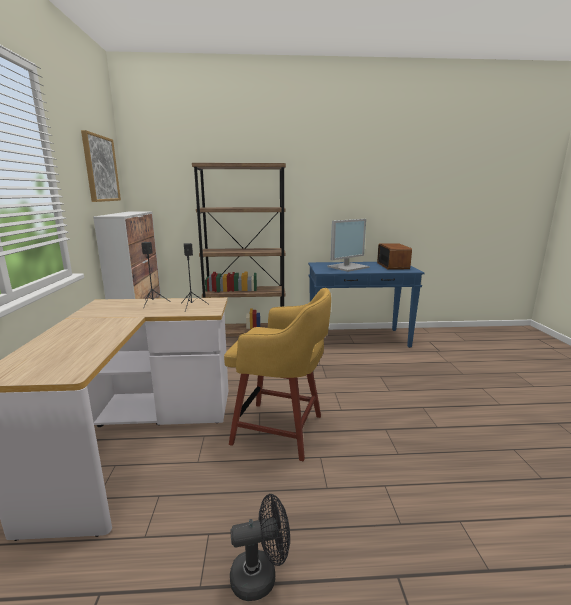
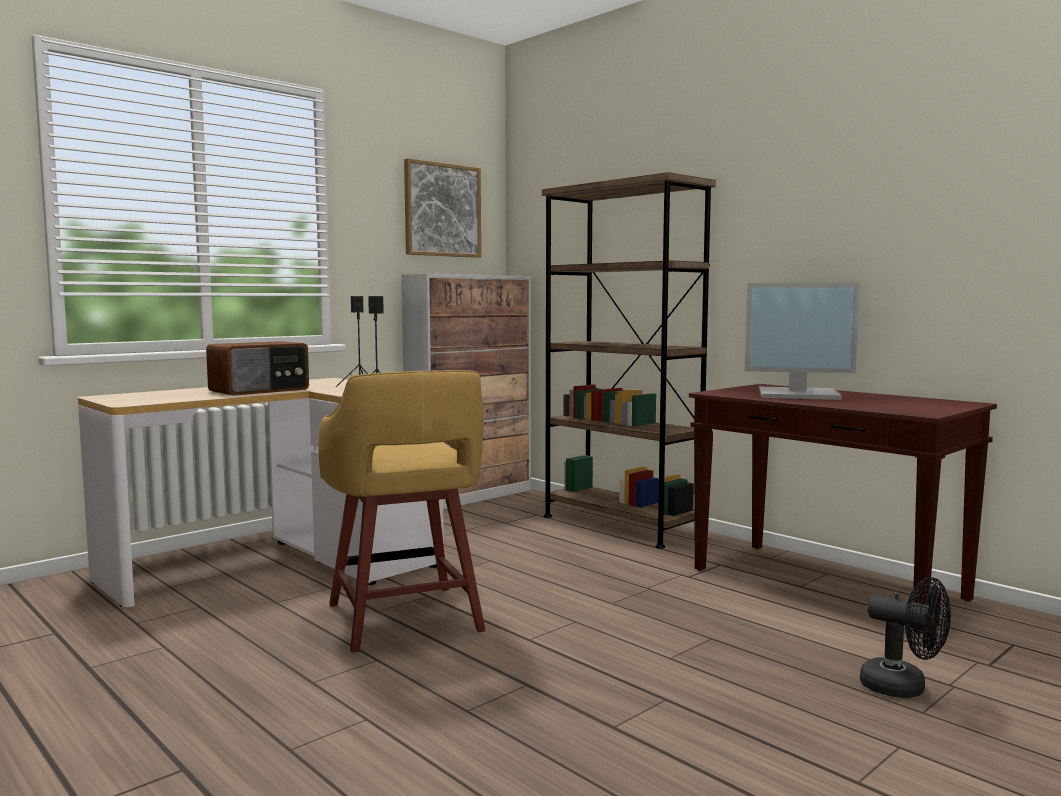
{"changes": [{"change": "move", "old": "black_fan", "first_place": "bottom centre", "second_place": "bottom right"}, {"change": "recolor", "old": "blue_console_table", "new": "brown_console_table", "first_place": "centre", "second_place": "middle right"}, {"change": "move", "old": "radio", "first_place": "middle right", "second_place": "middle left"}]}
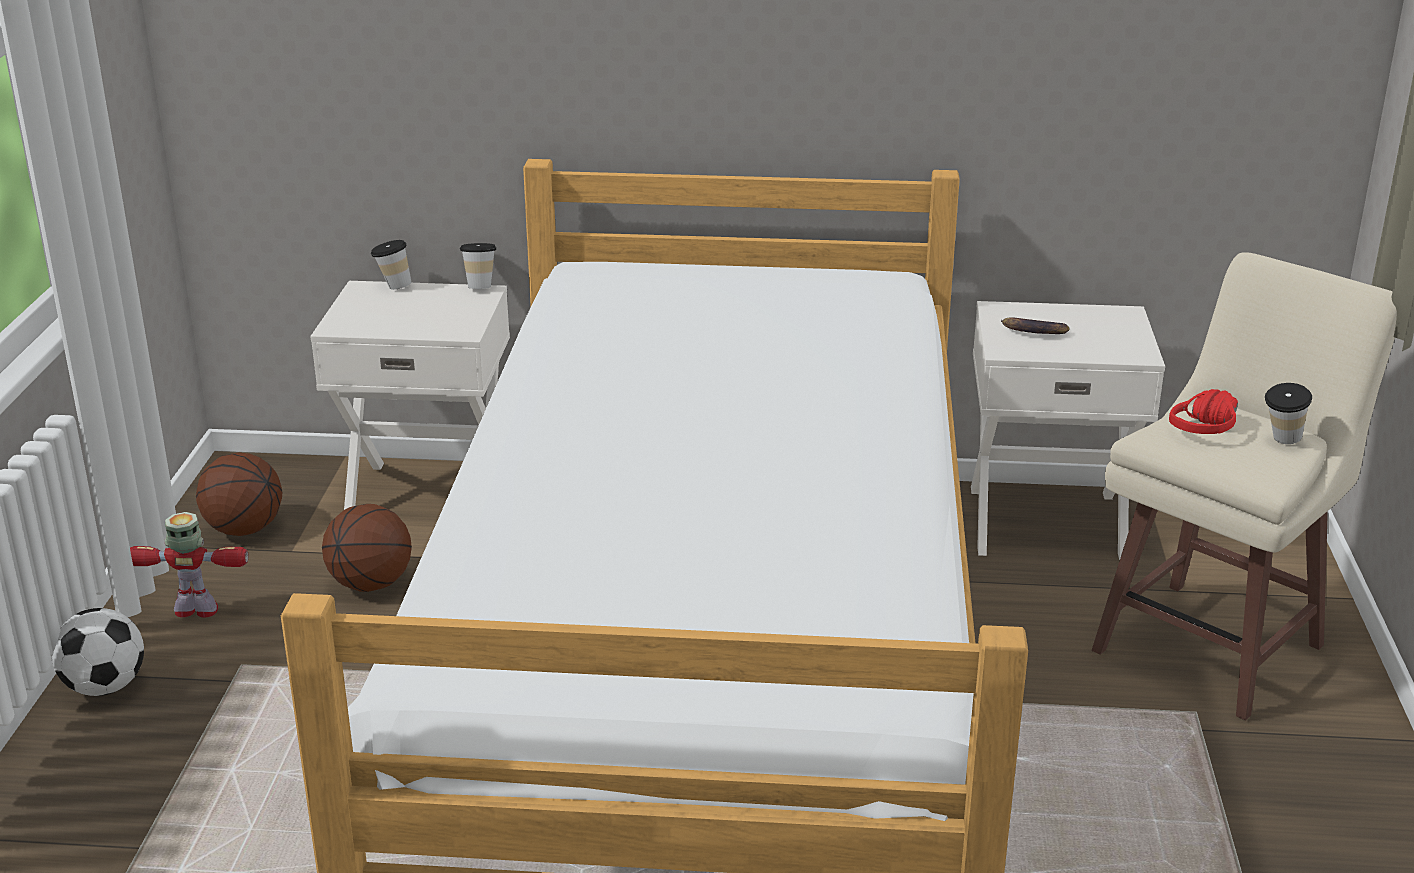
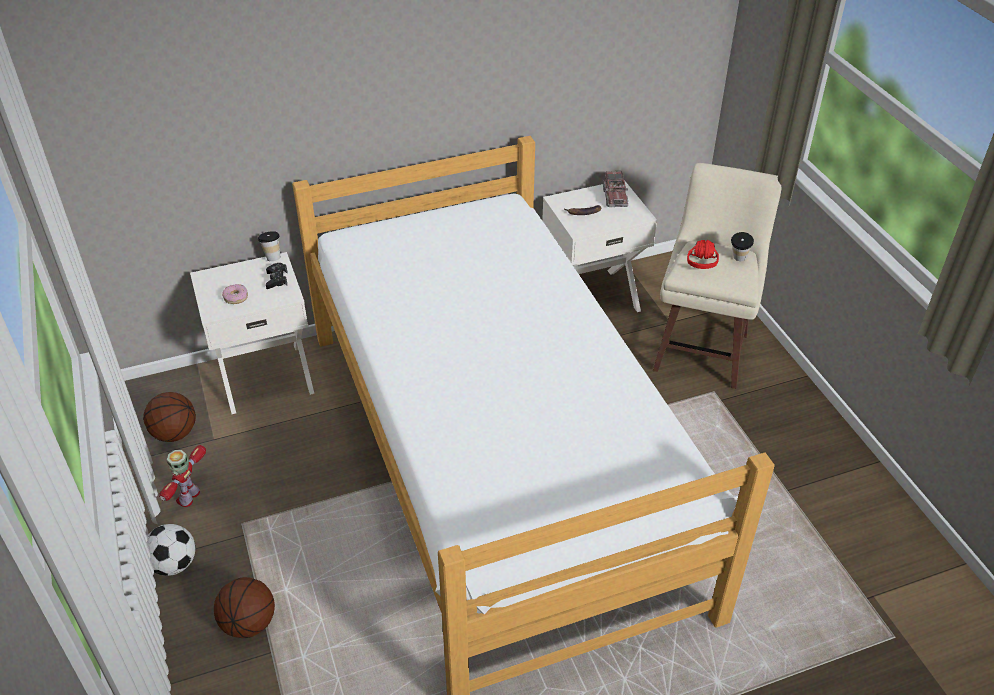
{"changes": [{"change": "rotate", "old": "toy_robot", "first_place": "middle left", "second_place": "bottom left", "degrees": -45}, {"change": "move", "old": "basketball (2nd from left)", "first_place": "middle left", "second_place": "bottom left"}, {"change": "delete", "old": "cup (1st from left)", "first_place": "top left"}, {"change": "insert", "new": "donut", "second_place": "middle left"}, {"change": "insert", "new": "black_game_controller", "second_place": "middle left"}, {"change": "insert", "new": "toy_truck", "second_place": "top centre"}]}
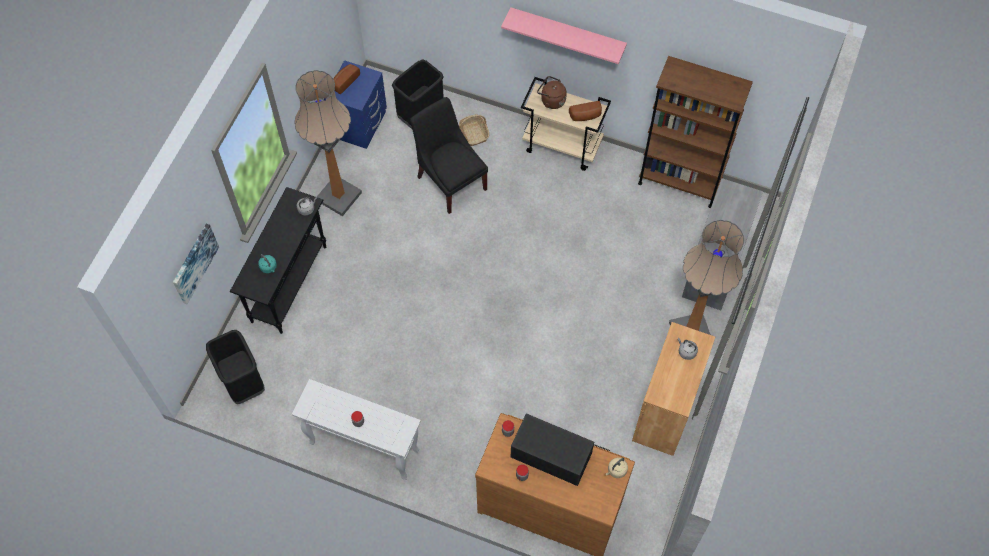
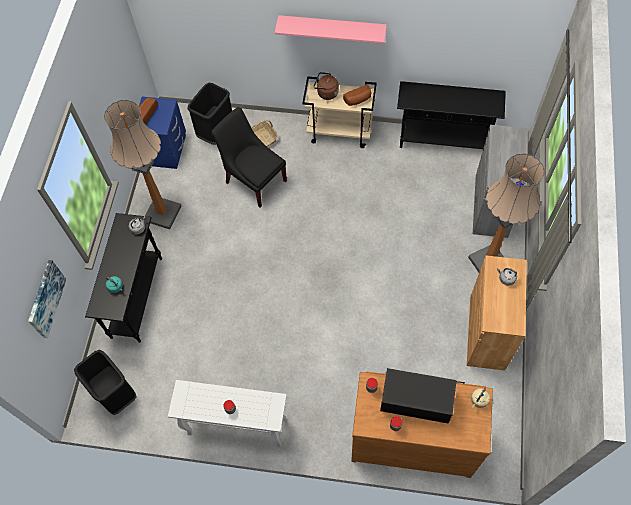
{"changes": [{"change": "replace", "old": "brown_bookcase", "new": "black_console_table (2nd from left)", "first_place": "top right", "second_place": "top right"}]}
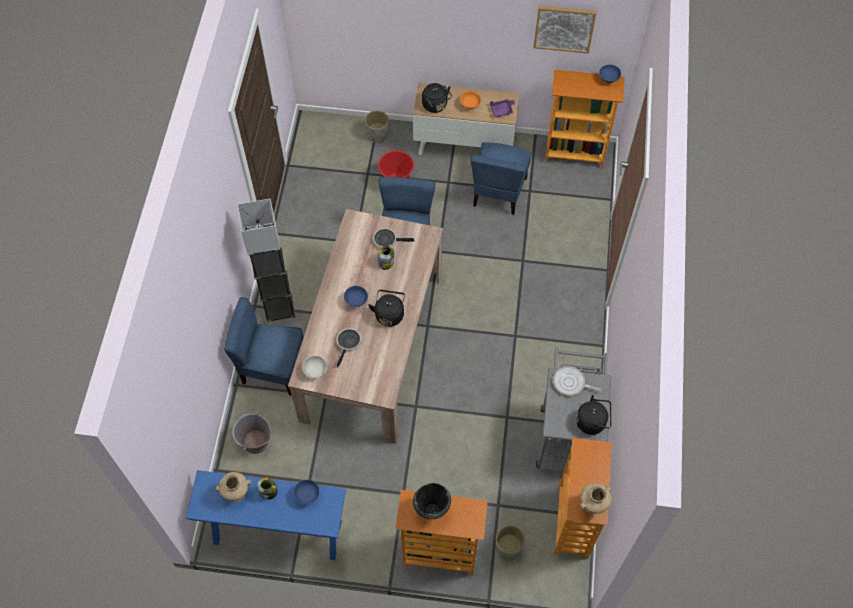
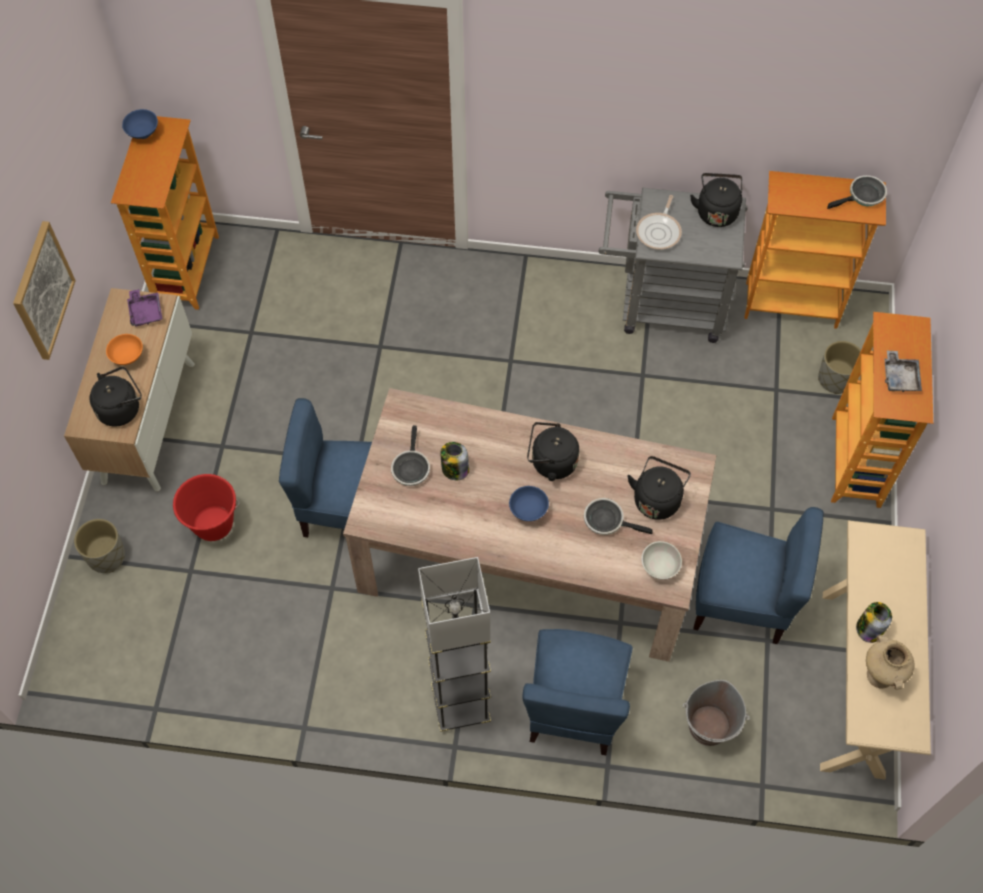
{"changes": [{"change": "recolor", "old": "blue_console_table", "new": "beige_console_table", "first_place": "bottom left", "second_place": "bottom right"}, {"change": "delete", "old": "blue_bowl (1st from left)", "first_place": "bottom centre"}, {"change": "replace", "old": "black_cooking_pot", "new": "grey_tray", "first_place": "bottom centre", "second_place": "middle right"}, {"change": "move", "old": "blue_chair (3rd from left)", "first_place": "top centre", "second_place": "middle right"}, {"change": "move", "old": "picture", "first_place": "top centre", "second_place": "top left"}, {"change": "replace", "old": "beige_vase (2nd from left)", "new": "frying_pan (4th from left)", "first_place": "bottom right", "second_place": "top right"}, {"change": "insert", "new": "black_kettle (3rd from left)", "second_place": "middle right"}]}
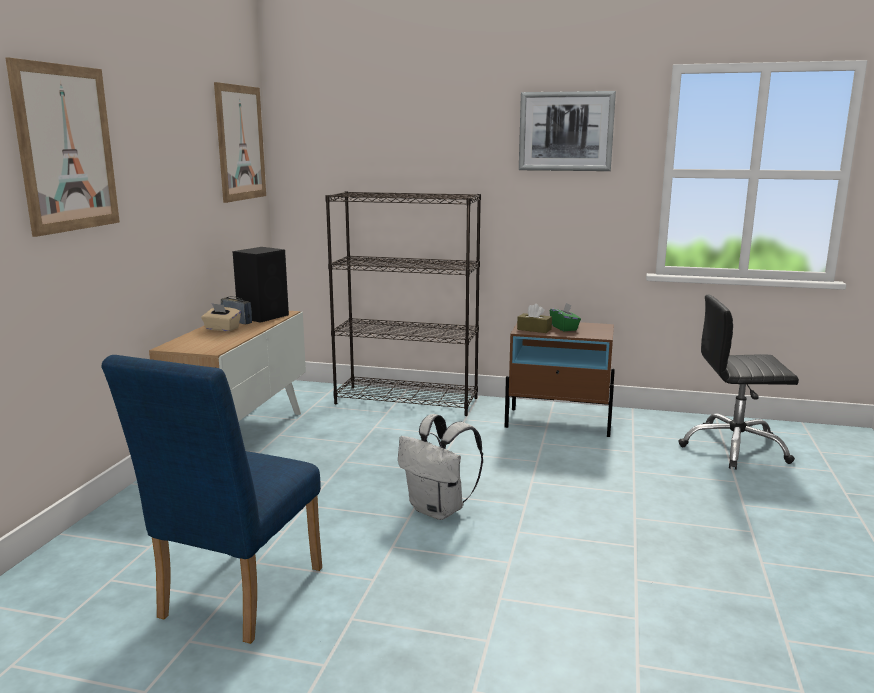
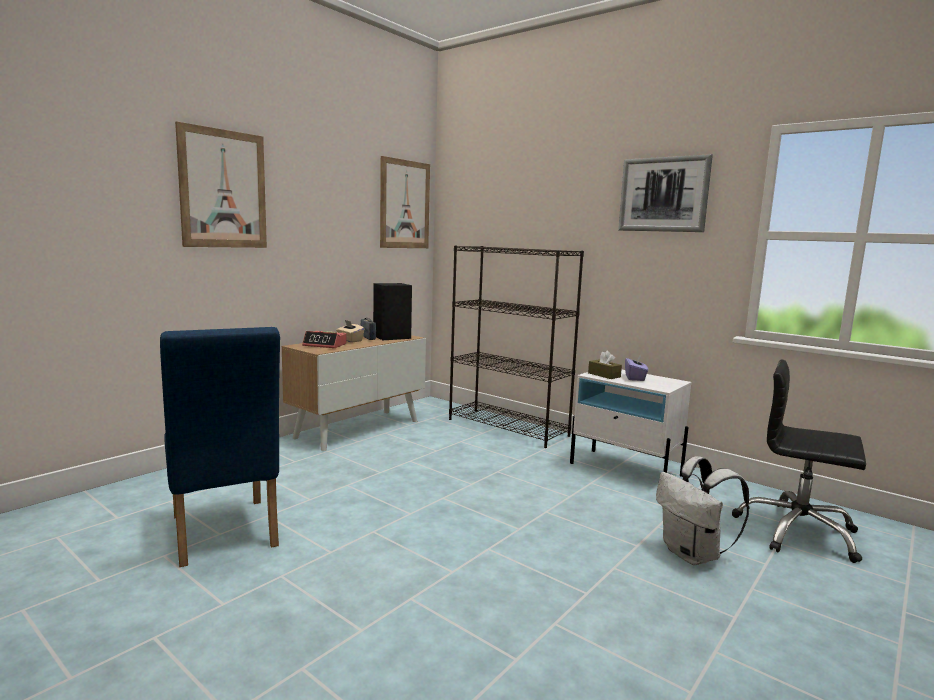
{"changes": [{"change": "rotate", "old": "blue_chair", "first_place": "bottom left", "second_place": "middle left", "degrees": -75}, {"change": "move", "old": "white_backpack", "first_place": "bottom centre", "second_place": "bottom right"}, {"change": "recolor", "old": "brown_nightstand", "new": "white_nightstand", "first_place": "centre", "second_place": "middle right"}, {"change": "recolor", "old": "green_tissue_box", "new": "purple_tissue_box", "first_place": "centre", "second_place": "middle right"}, {"change": "insert", "new": "alarm_clock", "second_place": "centre"}]}
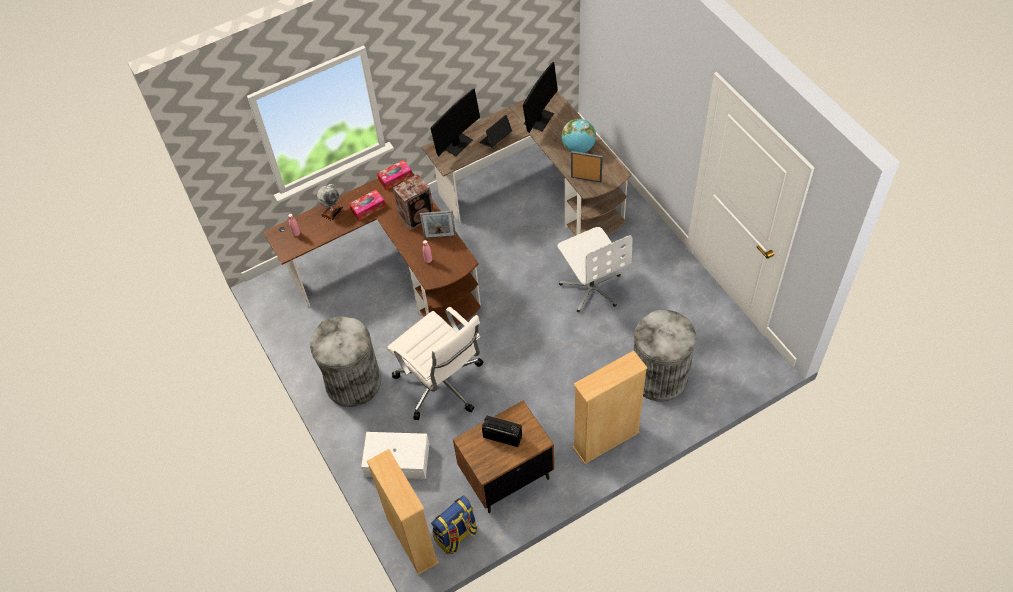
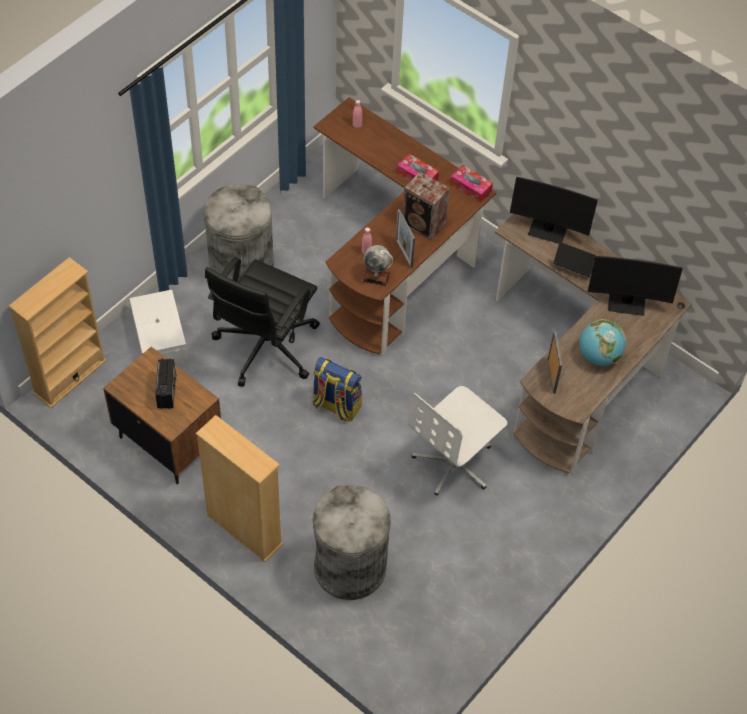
{"changes": [{"change": "move", "old": "globe (1st from left)", "first_place": "middle left", "second_place": "centre"}, {"change": "recolor", "old": "white_office_chair (1st from left)", "new": "black_office_chair", "first_place": "centre", "second_place": "centre"}, {"change": "move", "old": "backpack", "first_place": "bottom centre", "second_place": "centre"}]}
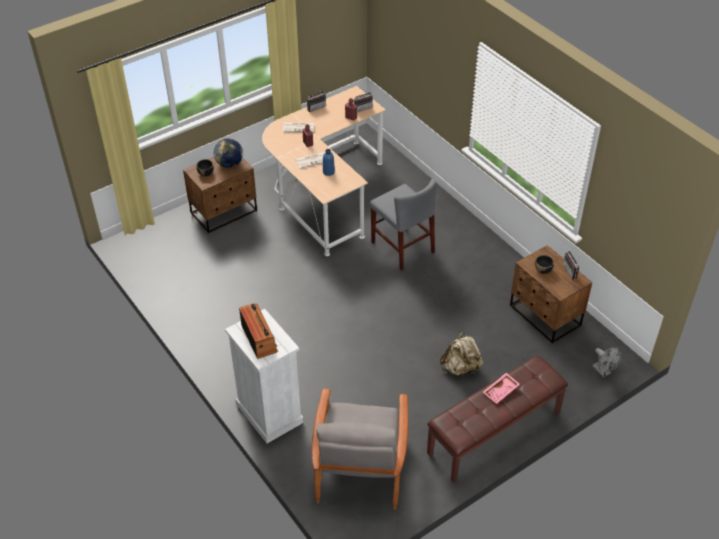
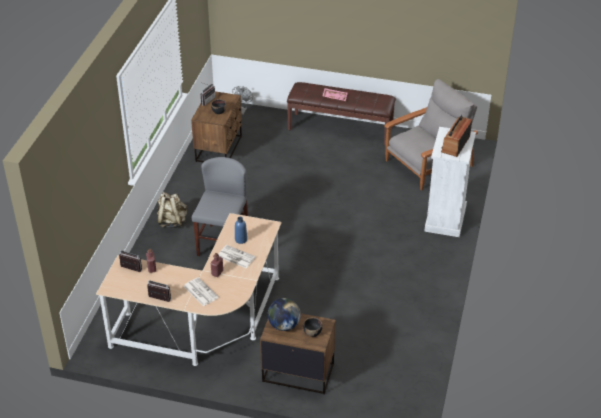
{"changes": [{"change": "move", "old": "beige_backpack", "first_place": "centre", "second_place": "middle left"}]}
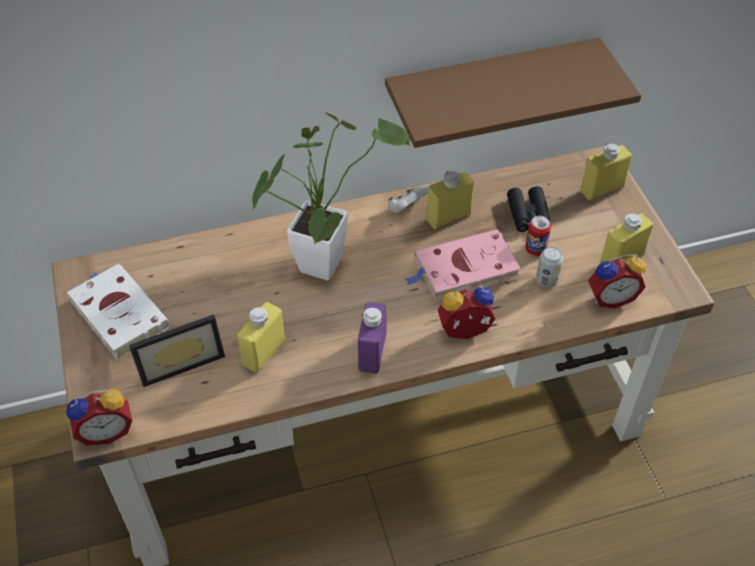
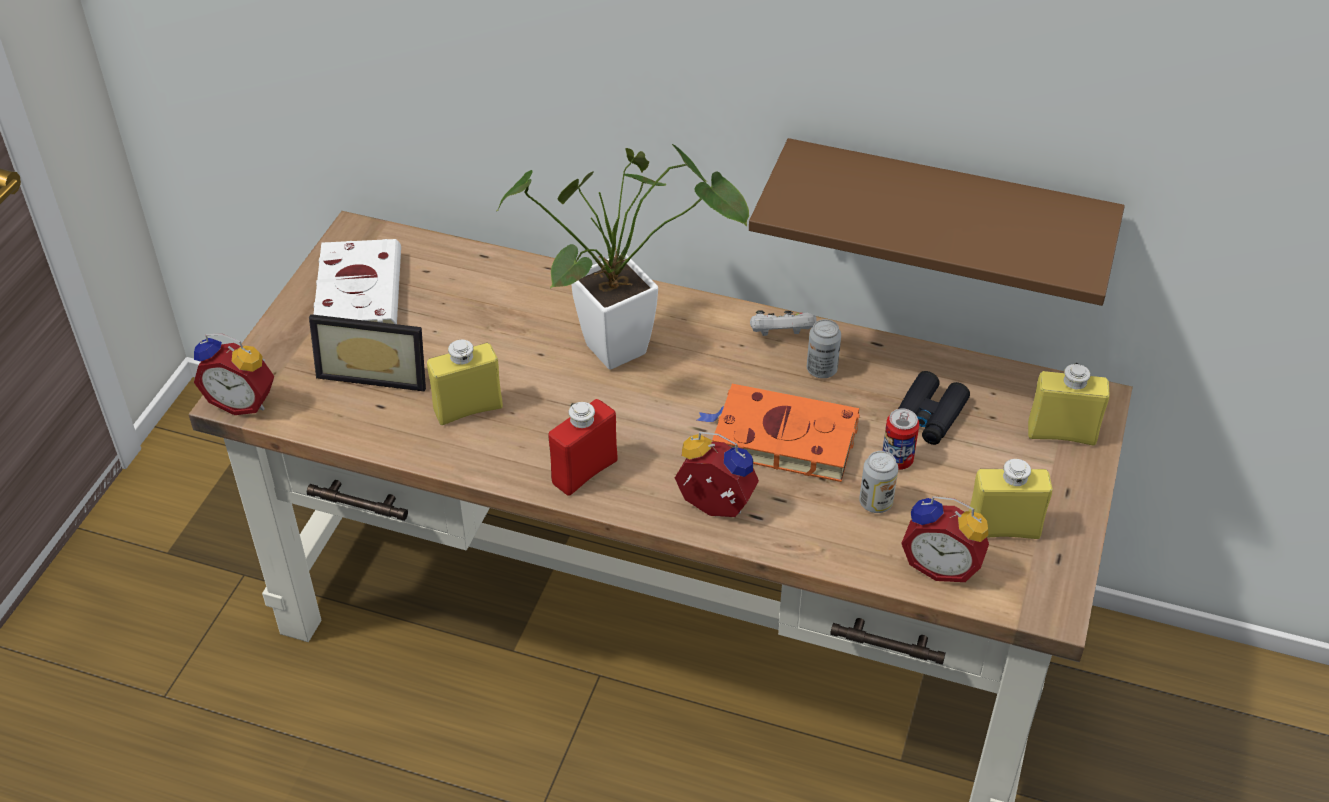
{"changes": [{"change": "recolor", "old": "purple_bottle", "new": "red_bottle", "first_place": "centre", "second_place": "centre"}, {"change": "recolor", "old": "pink_book", "new": "orange_book", "first_place": "centre", "second_place": "centre"}, {"change": "replace", "old": "yellow_bottle (2nd from left)", "new": "can (1st from left)", "first_place": "centre", "second_place": "centre"}]}
